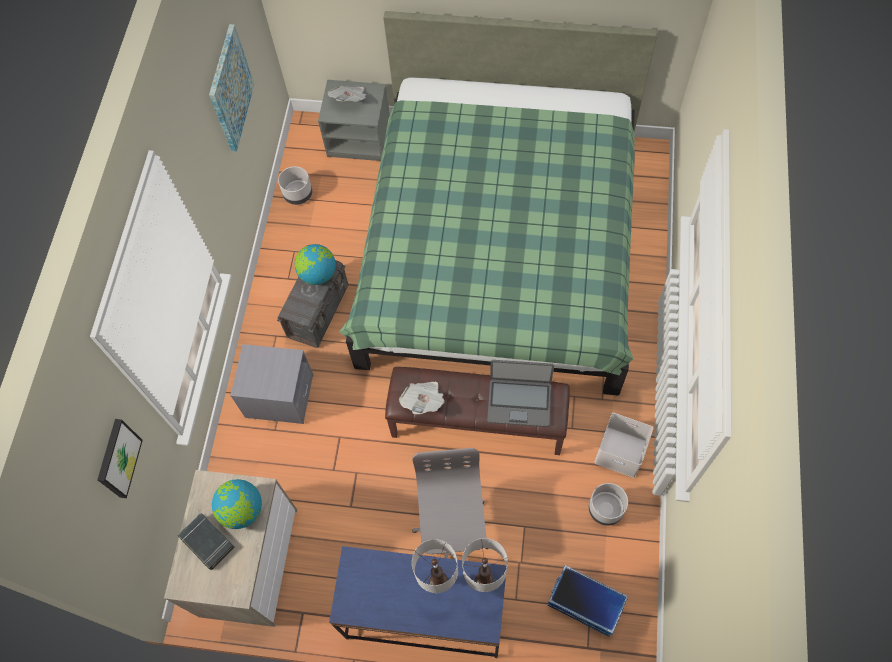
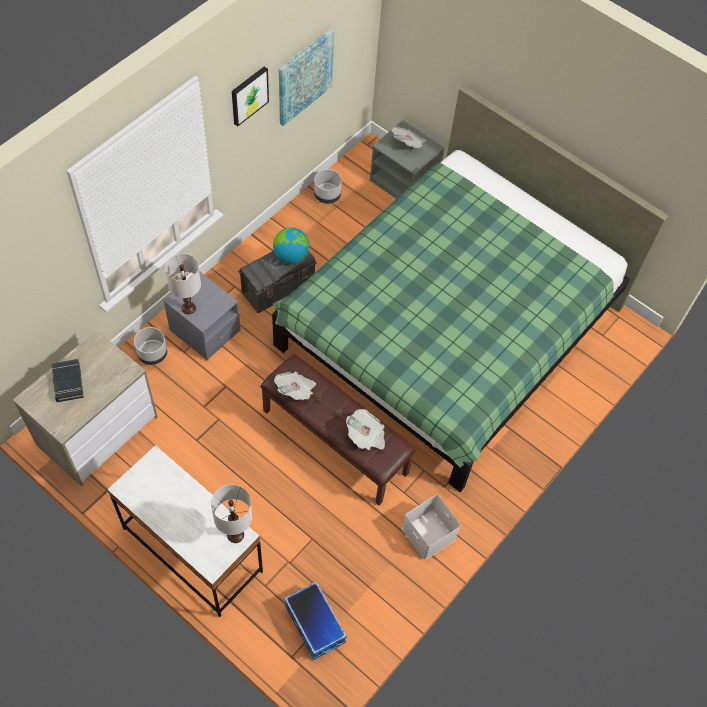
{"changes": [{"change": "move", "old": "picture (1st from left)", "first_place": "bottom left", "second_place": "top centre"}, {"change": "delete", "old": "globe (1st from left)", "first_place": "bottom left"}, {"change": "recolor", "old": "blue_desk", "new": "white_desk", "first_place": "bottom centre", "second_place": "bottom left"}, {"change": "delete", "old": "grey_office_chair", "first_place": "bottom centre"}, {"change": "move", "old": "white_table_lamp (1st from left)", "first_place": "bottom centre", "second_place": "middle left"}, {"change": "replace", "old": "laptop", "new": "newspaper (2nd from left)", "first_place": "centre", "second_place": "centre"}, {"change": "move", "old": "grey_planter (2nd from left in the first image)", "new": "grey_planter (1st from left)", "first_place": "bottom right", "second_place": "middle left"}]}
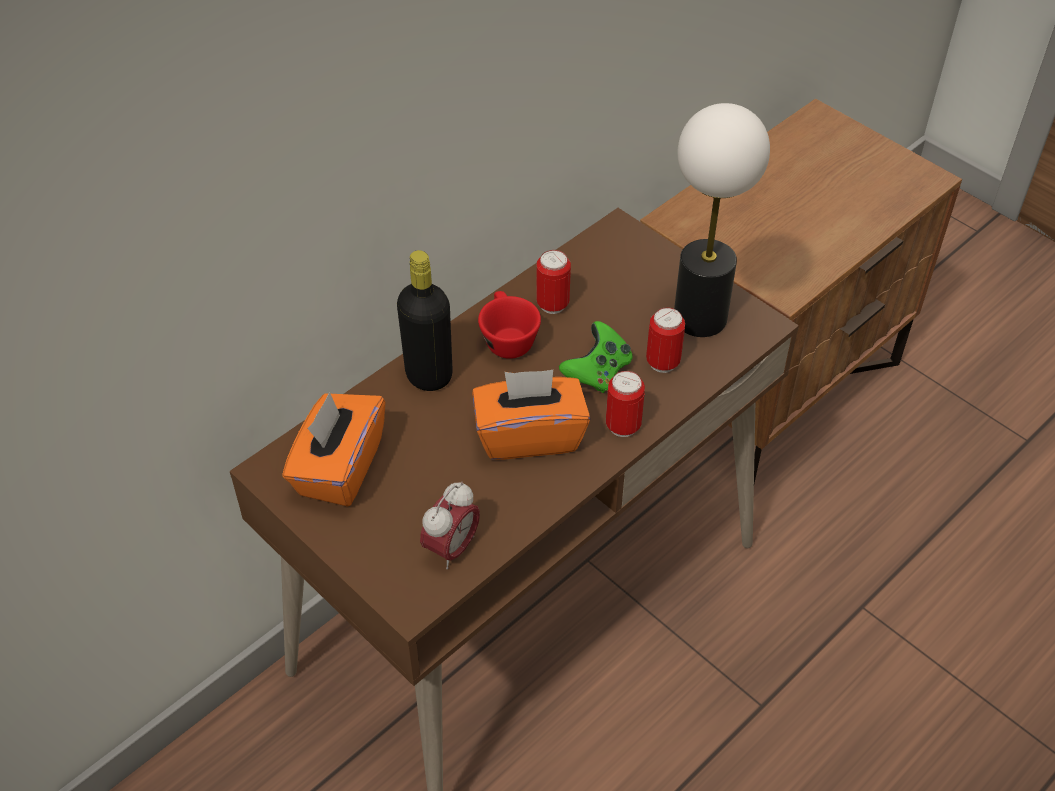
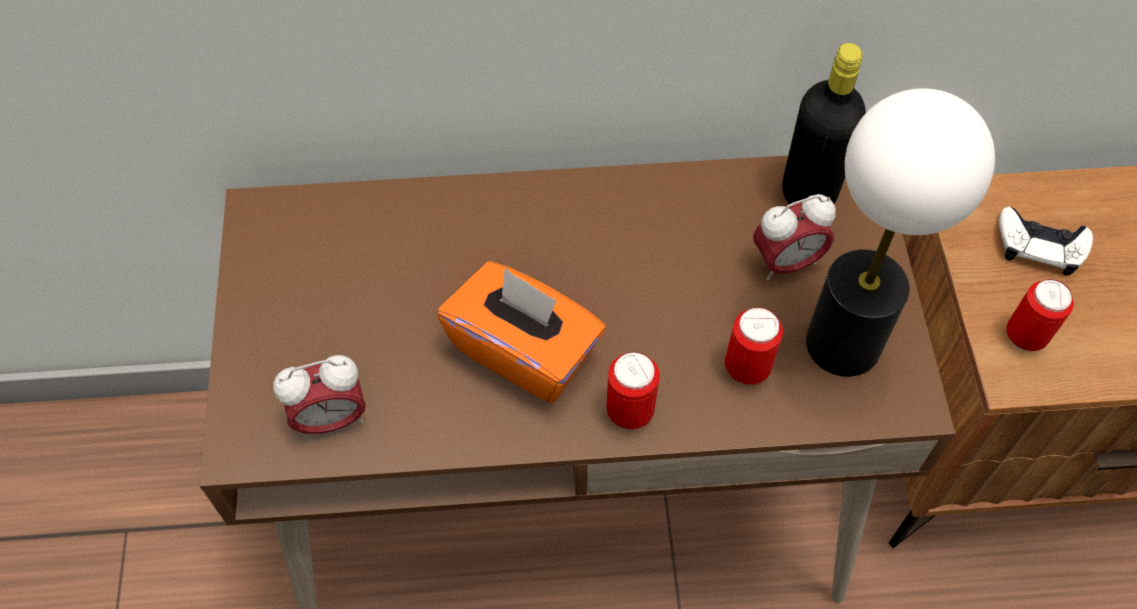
{"changes": [{"change": "delete", "old": "orange_tissue_box (1st from left)", "first_place": "middle left"}, {"change": "move", "old": "black_bottle", "first_place": "centre", "second_place": "top right"}, {"change": "delete", "old": "red_cup", "first_place": "centre"}, {"change": "move", "old": "can (1st from left in the first image)", "new": "can (3rd from left)", "first_place": "centre", "second_place": "middle right"}, {"change": "delete", "old": "green_game_controller", "first_place": "centre"}, {"change": "insert", "new": "alarm_clock (2nd from left)", "second_place": "middle right"}, {"change": "insert", "new": "white_game_controller", "second_place": "middle right"}]}
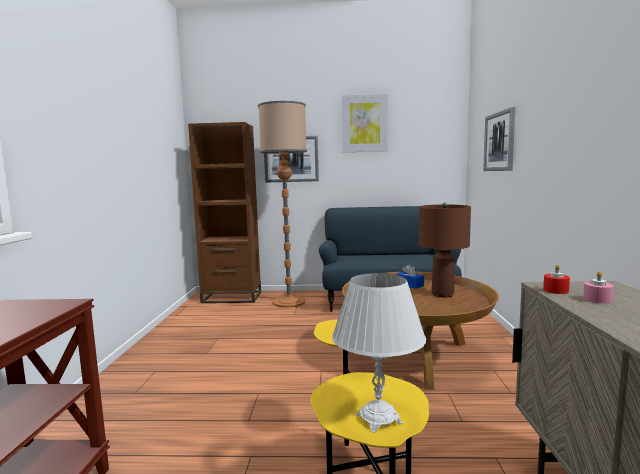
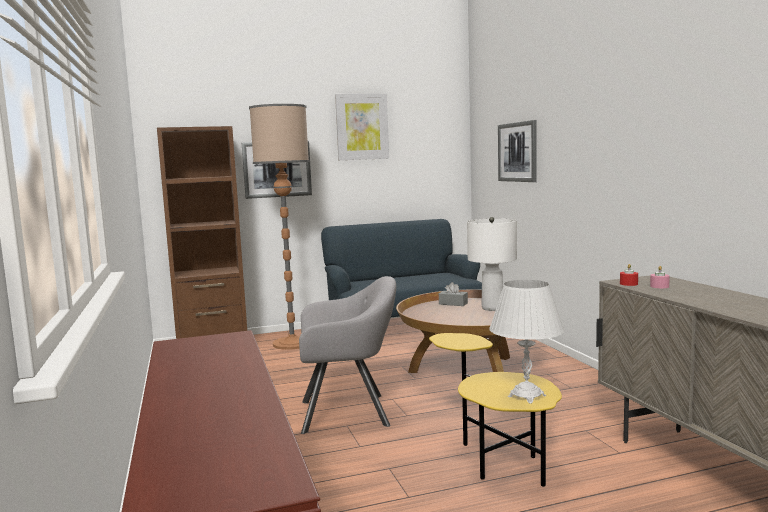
{"changes": [{"change": "recolor", "old": "blue_tissue_box", "new": "grey_tissue_box", "first_place": "centre", "second_place": "centre"}, {"change": "recolor", "old": "brown_table_lamp", "new": "white_table_lamp (1st from left)", "first_place": "middle right", "second_place": "centre"}, {"change": "insert", "new": "grey_armchair", "second_place": "bottom centre"}]}
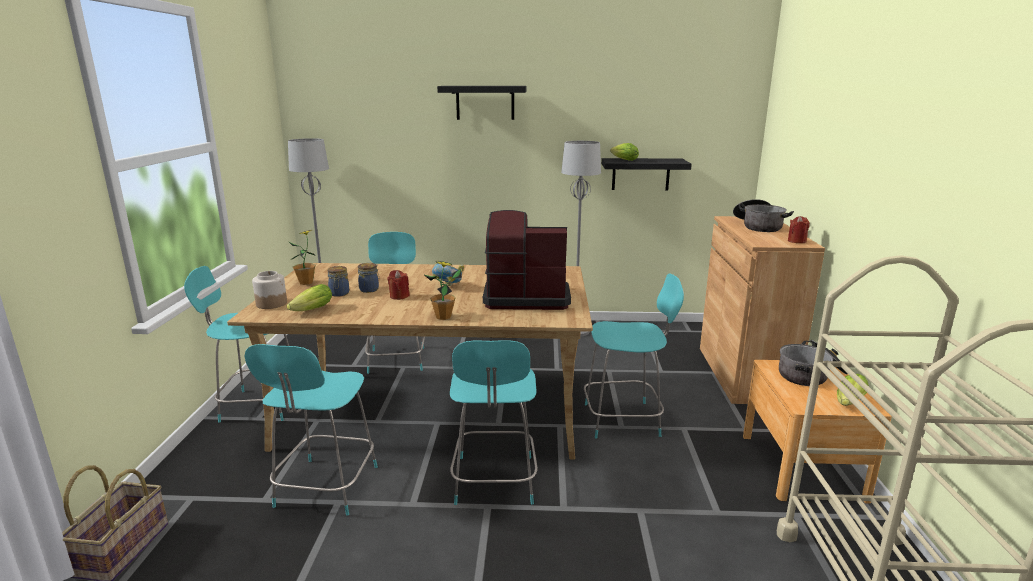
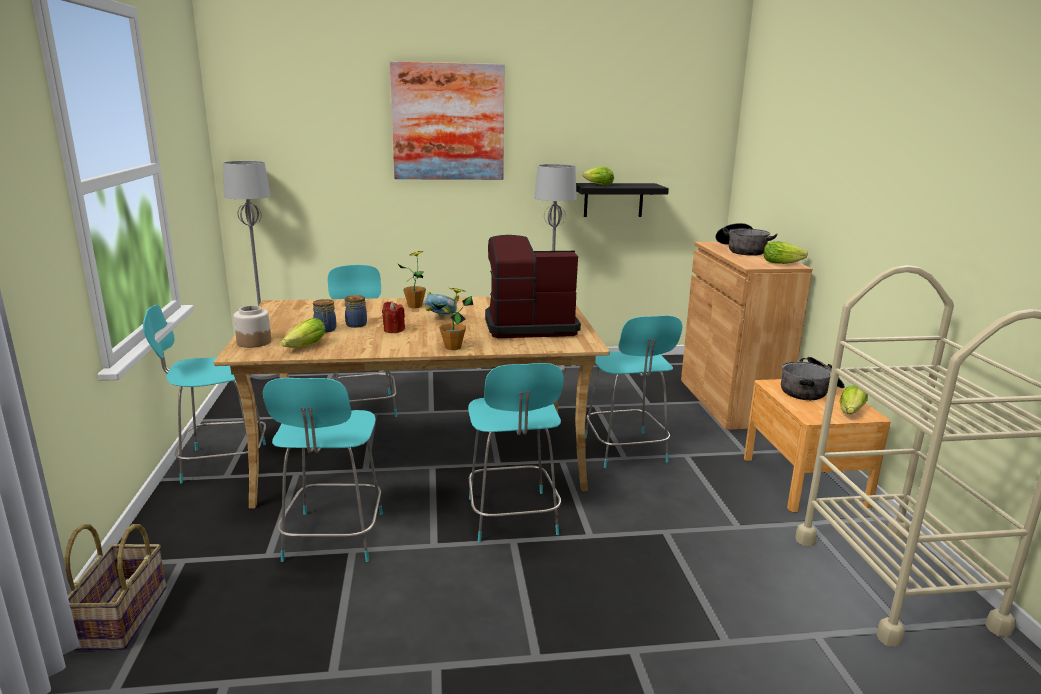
{"changes": [{"change": "move", "old": "potted_plant (1st from left)", "first_place": "middle left", "second_place": "centre"}, {"change": "replace", "old": "black_shelf (1st from left)", "new": "picture", "first_place": "top centre", "second_place": "top centre"}, {"change": "rotate", "old": "turquoise_chair (5th from left)", "first_place": "centre", "second_place": "centre", "degrees": 90}, {"change": "replace", "old": "red_candle (2nd from left)", "new": "lettuce (3rd from left)", "first_place": "middle right", "second_place": "middle right"}]}
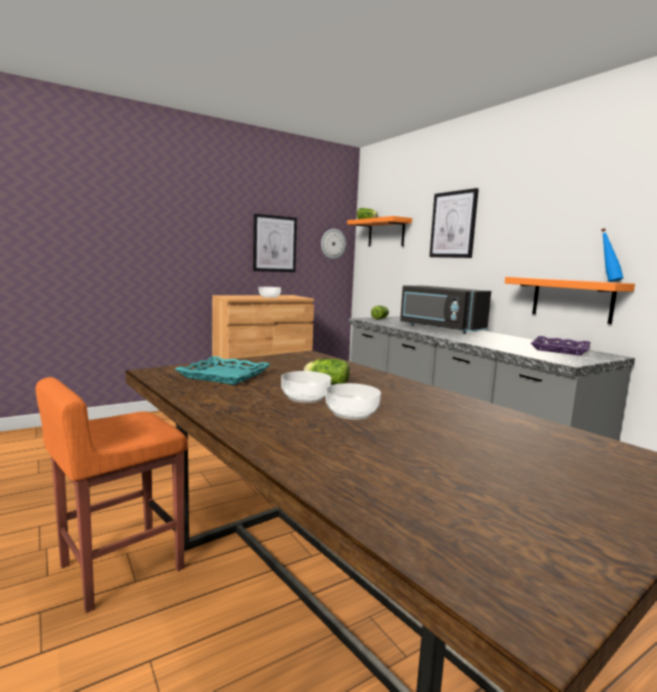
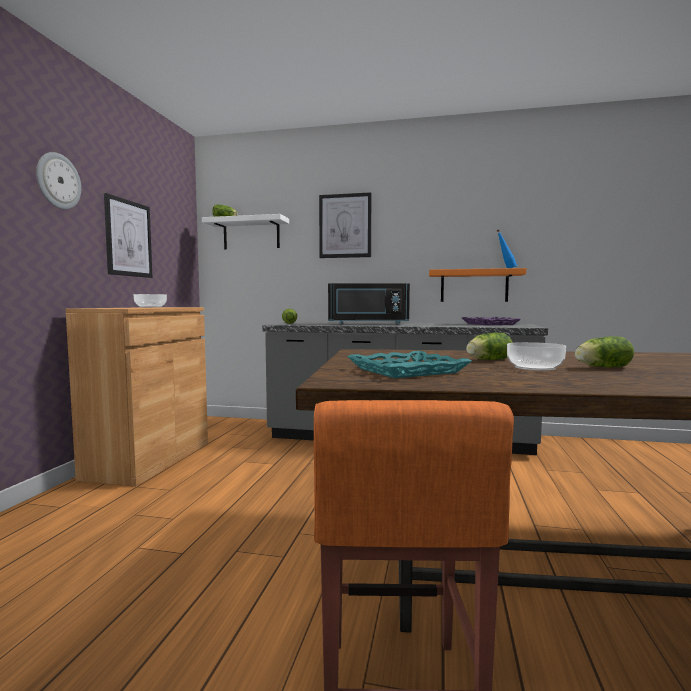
{"changes": [{"change": "move", "old": "wall_clock", "first_place": "centre", "second_place": "top left"}, {"change": "replace", "old": "bowl (3rd from left)", "new": "lettuce (4th from left)", "first_place": "centre", "second_place": "middle right"}, {"change": "recolor", "old": "orange_shelf (1st from left)", "new": "white_shelf", "first_place": "centre", "second_place": "centre"}]}
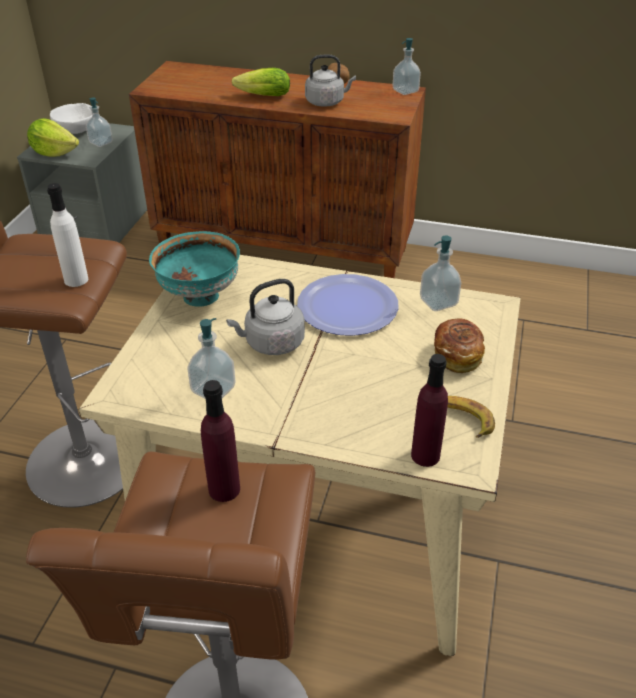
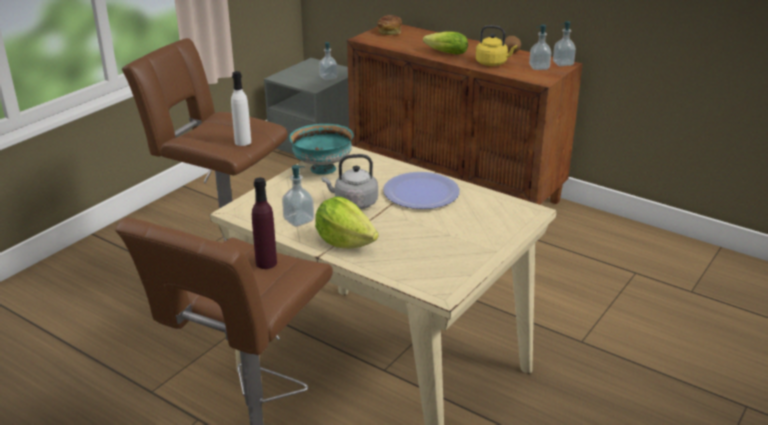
{"changes": [{"change": "move", "old": "lettuce (1st from left)", "first_place": "top left", "second_place": "centre"}, {"change": "delete", "old": "white_bowl", "first_place": "top left"}, {"change": "recolor", "old": "grey_kettle (2nd from left)", "new": "yellow_kettle", "first_place": "top centre", "second_place": "top centre"}, {"change": "delete", "old": "purple_bottle (2nd from left)", "first_place": "middle right"}, {"change": "move", "old": "soap_dispenser (4th from left in the first image)", "new": "soap_dispenser (3rd from left)", "first_place": "middle right", "second_place": "top right"}, {"change": "move", "old": "bread", "first_place": "middle right", "second_place": "top centre"}, {"change": "delete", "old": "banana", "first_place": "middle right"}]}
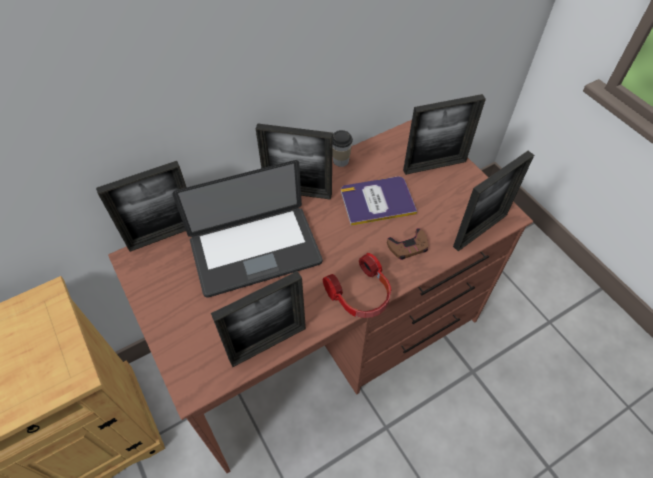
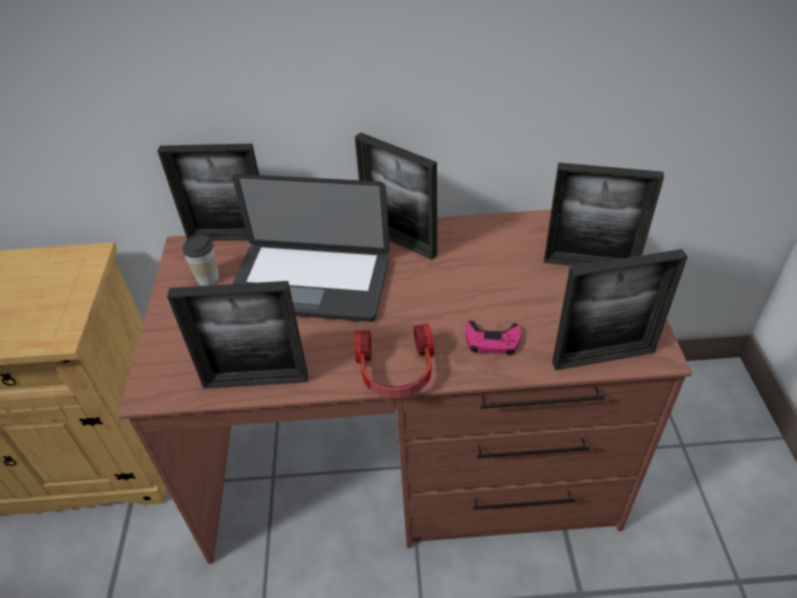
{"changes": [{"change": "move", "old": "cup", "first_place": "top centre", "second_place": "middle left"}, {"change": "delete", "old": "book", "first_place": "centre"}, {"change": "recolor", "old": "brown_game_controller", "new": "pink_game_controller", "first_place": "centre", "second_place": "centre"}]}
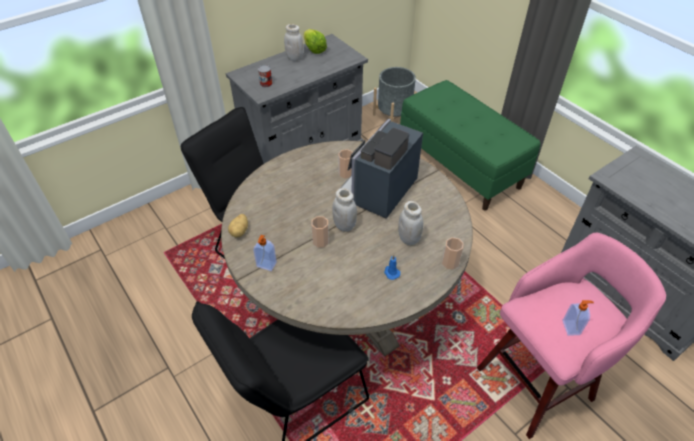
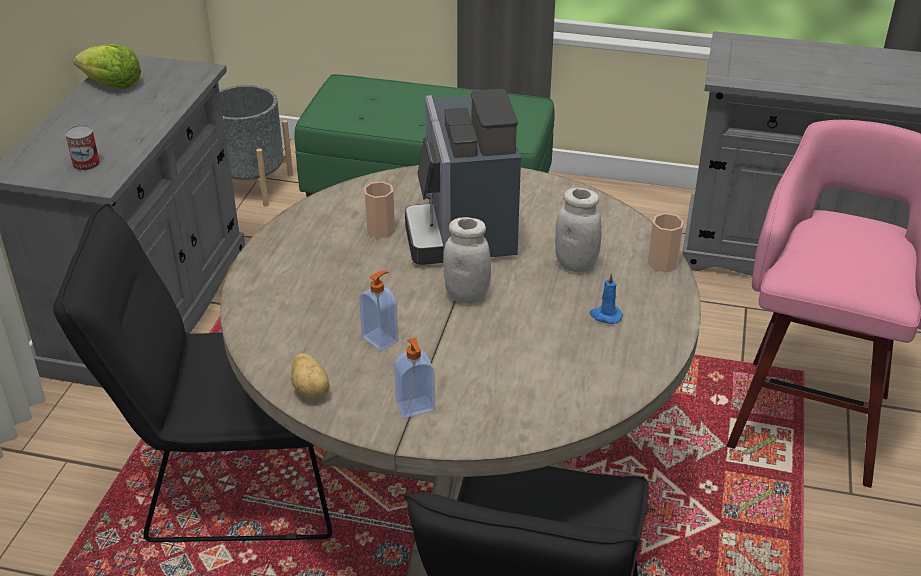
{"changes": [{"change": "delete", "old": "white_jar (1st from left)", "first_place": "top centre"}, {"change": "delete", "old": "cup (1st from left)", "first_place": "centre"}, {"change": "move", "old": "soap_dispenser (2nd from left in the first image)", "new": "soap_dispenser (1st from left)", "first_place": "bottom right", "second_place": "centre"}]}
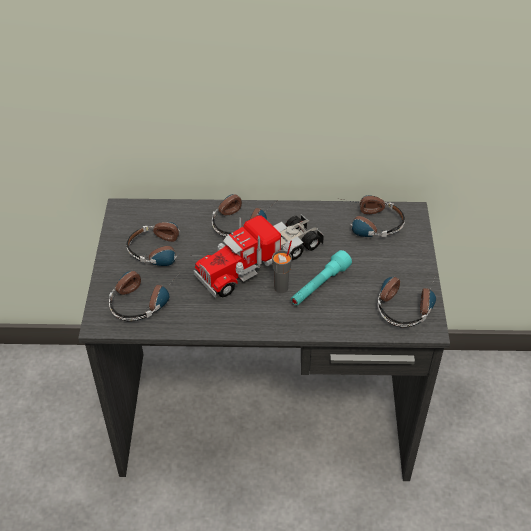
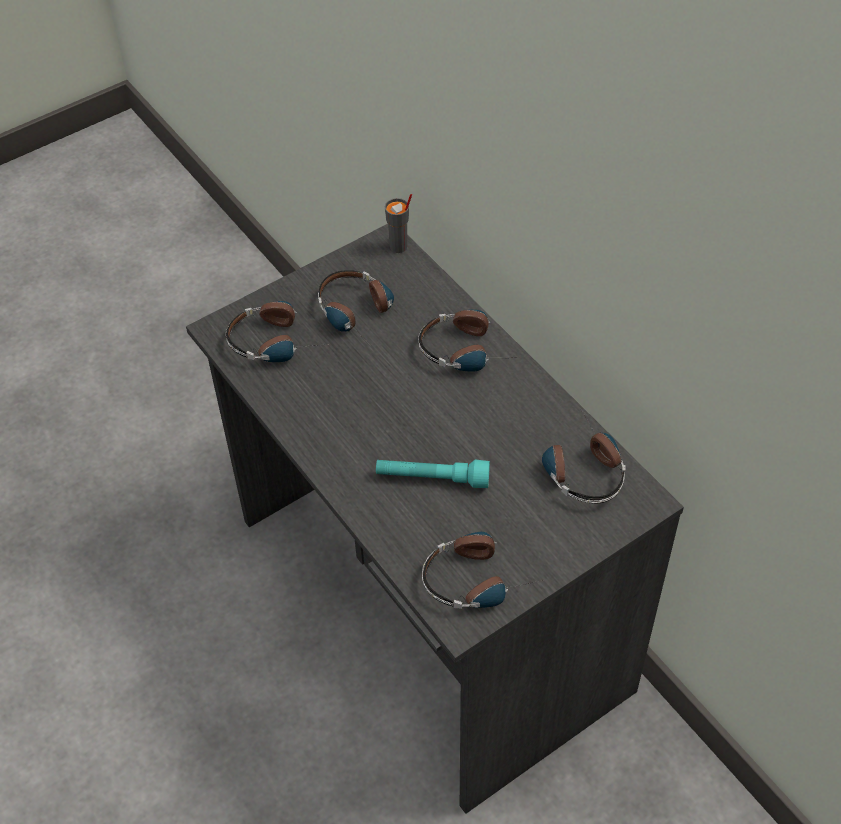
{"changes": [{"change": "delete", "old": "toy_truck", "first_place": "centre"}, {"change": "move", "old": "grey_cup", "first_place": "centre", "second_place": "top centre"}]}
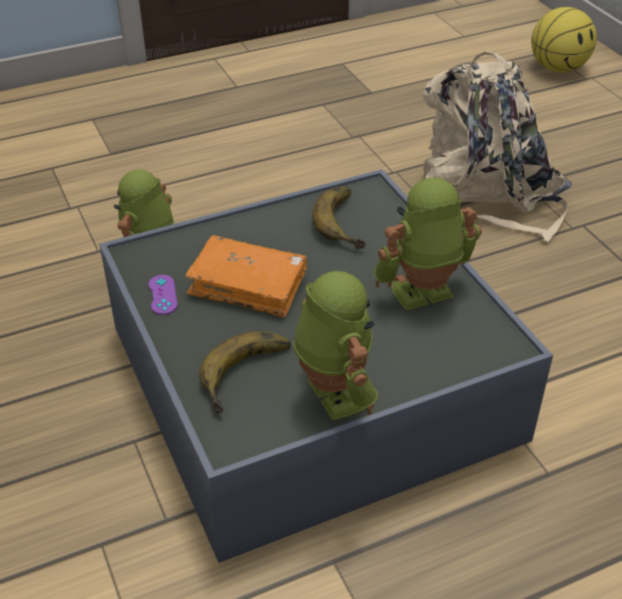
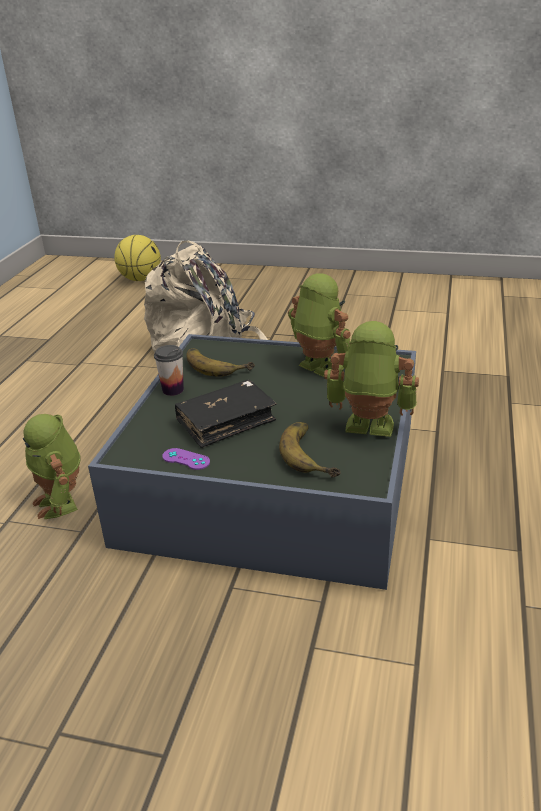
{"changes": [{"change": "recolor", "old": "orange_book", "new": "black_book", "first_place": "centre", "second_place": "centre"}, {"change": "rotate", "old": "toy_robot (3rd from left in the first image)", "first_place": "middle right", "second_place": "centre", "degrees": 120}, {"change": "insert", "new": "cup", "second_place": "middle left"}]}
